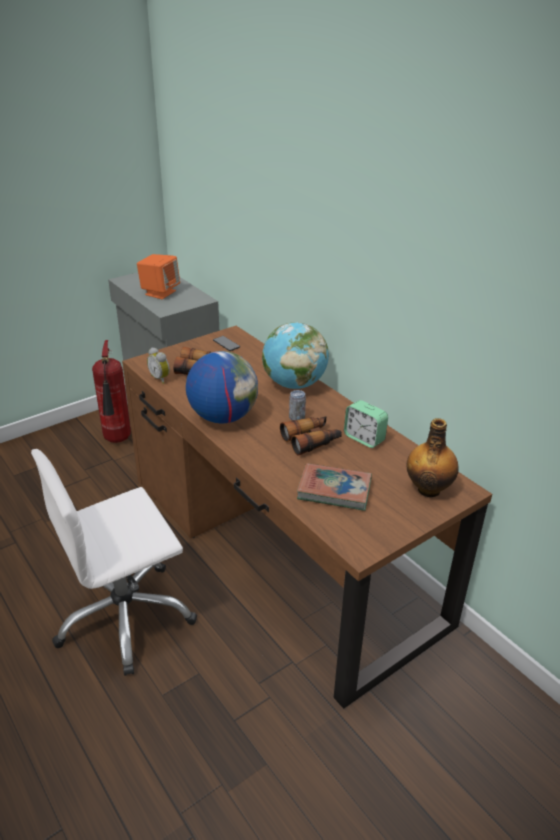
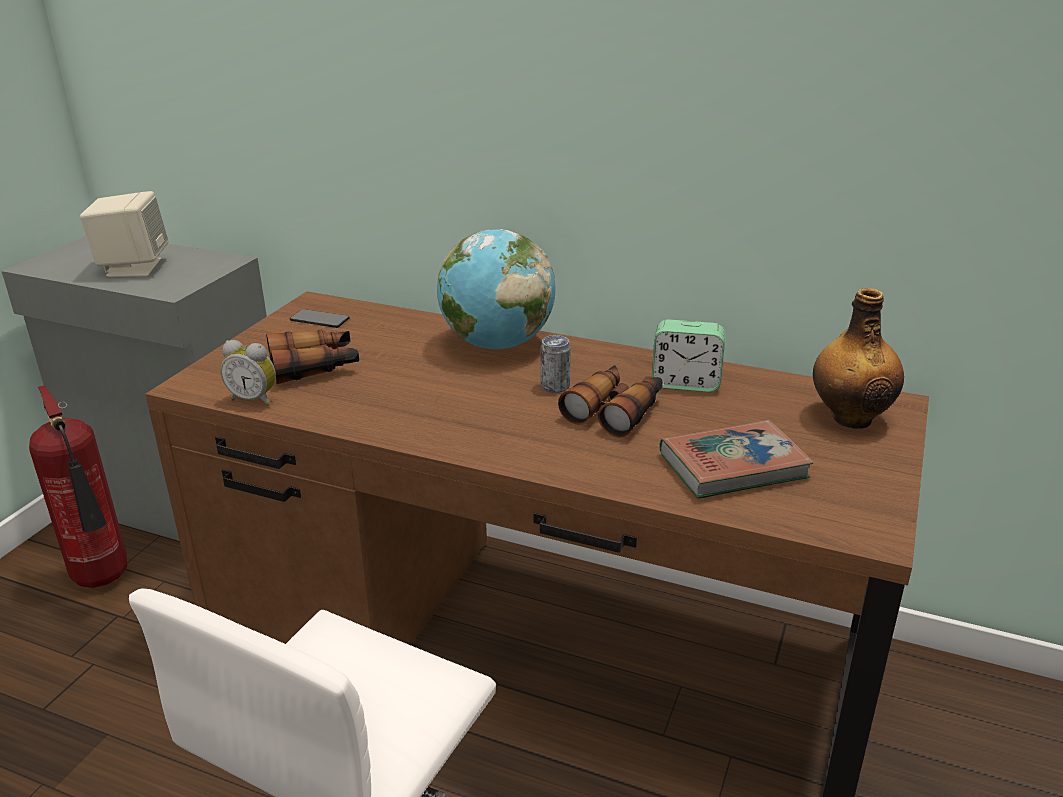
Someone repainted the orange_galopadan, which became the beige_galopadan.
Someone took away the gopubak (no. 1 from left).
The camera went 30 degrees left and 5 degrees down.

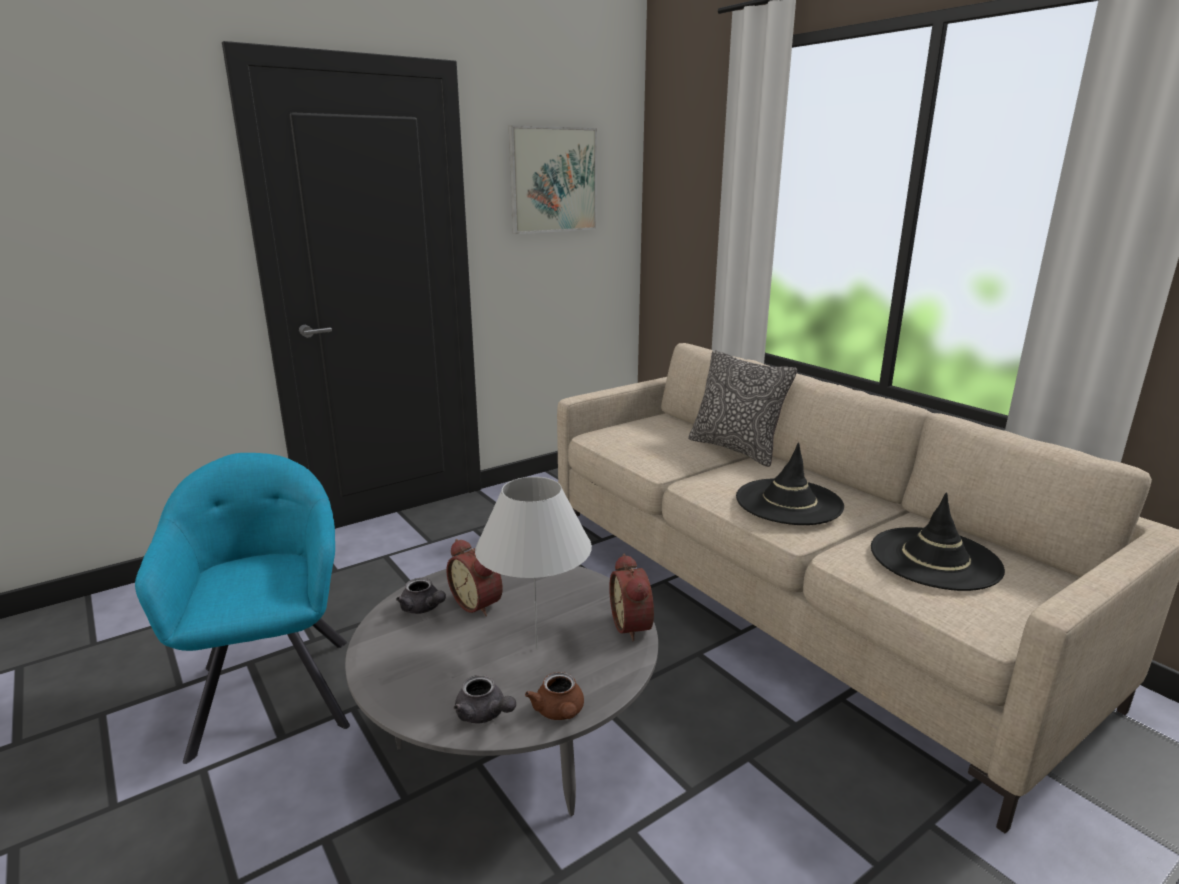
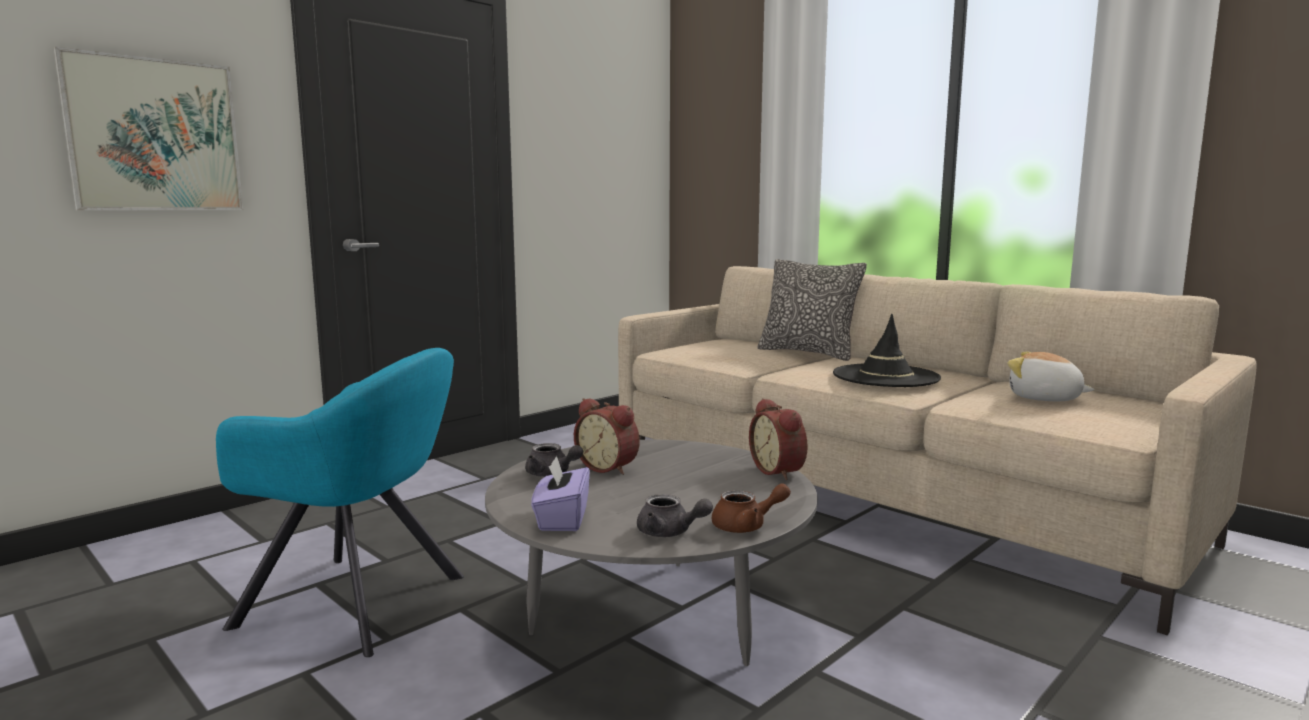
Someone carried the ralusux.
Someone rotated the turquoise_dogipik by 135 degrees clockwise.
Someone put down the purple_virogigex.
Someone rotated the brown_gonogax by 75 degrees counterclockwise.
Someone swapped the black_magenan (no. 2 from left) for the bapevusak.
Someone took away the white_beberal.
The camera went 10 degrees left and 10 degrees down.

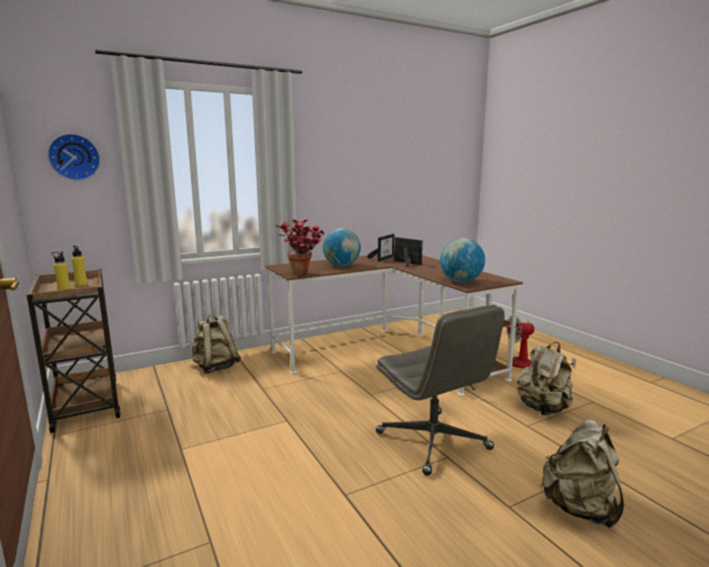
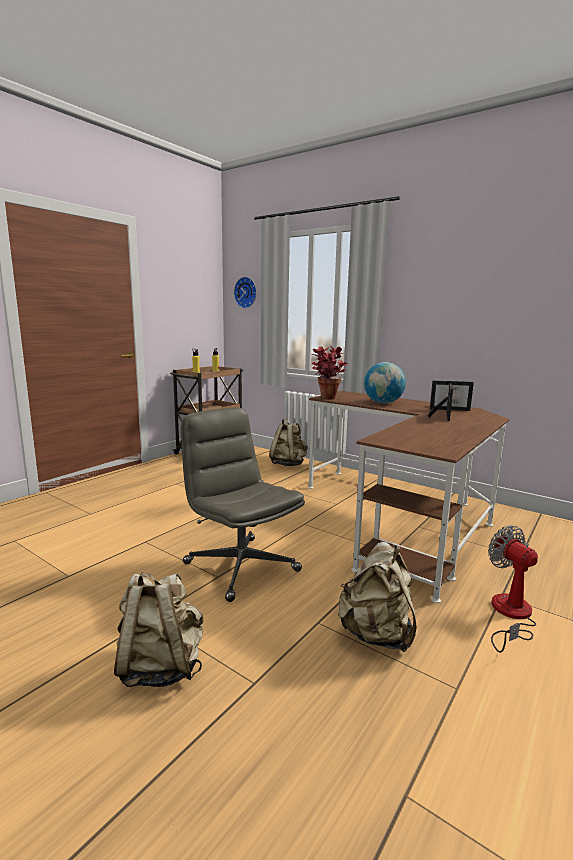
Someone rotated the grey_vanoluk by 105 degrees clockwise.
Someone took away the gopubak (no. 2 from left).
The camera went 65 degrees right and 0 degrees up.

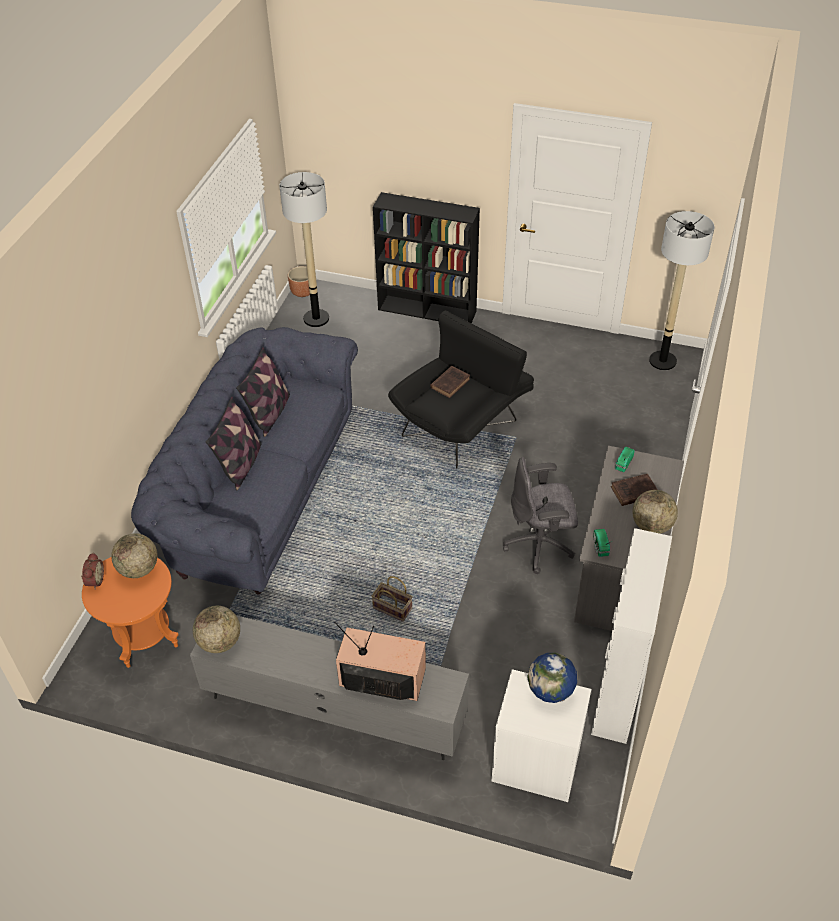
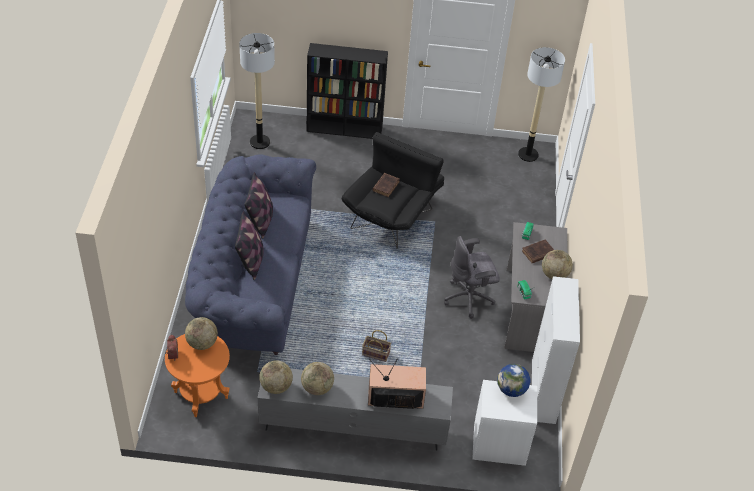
Someone put down the gopubak (no. 3 from left).
Someone took away the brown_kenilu.
The camera went 15 degrees left and 0 degrees up.

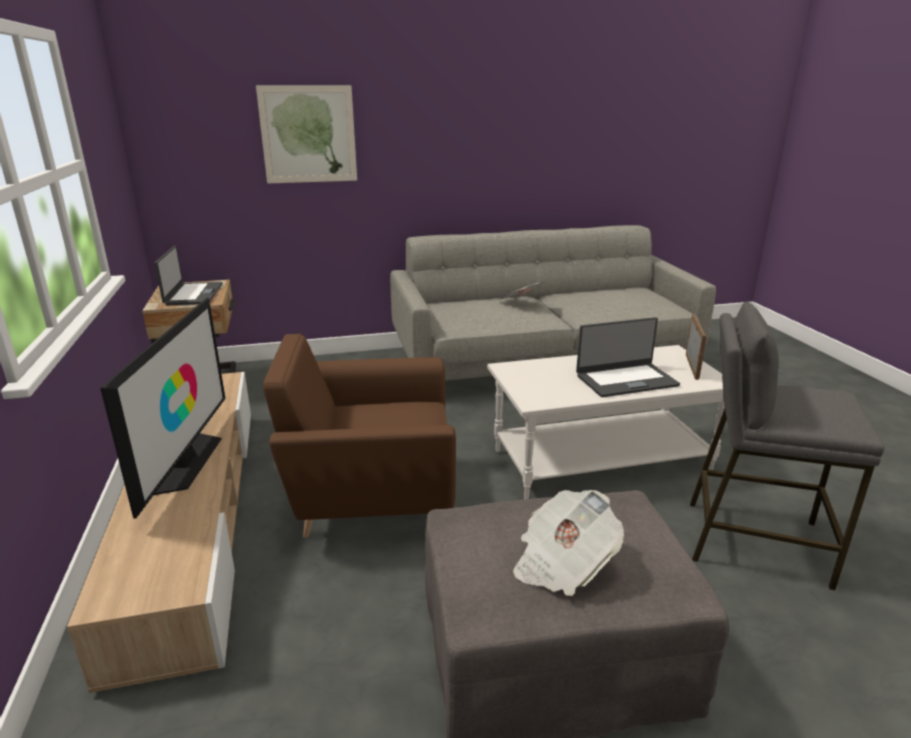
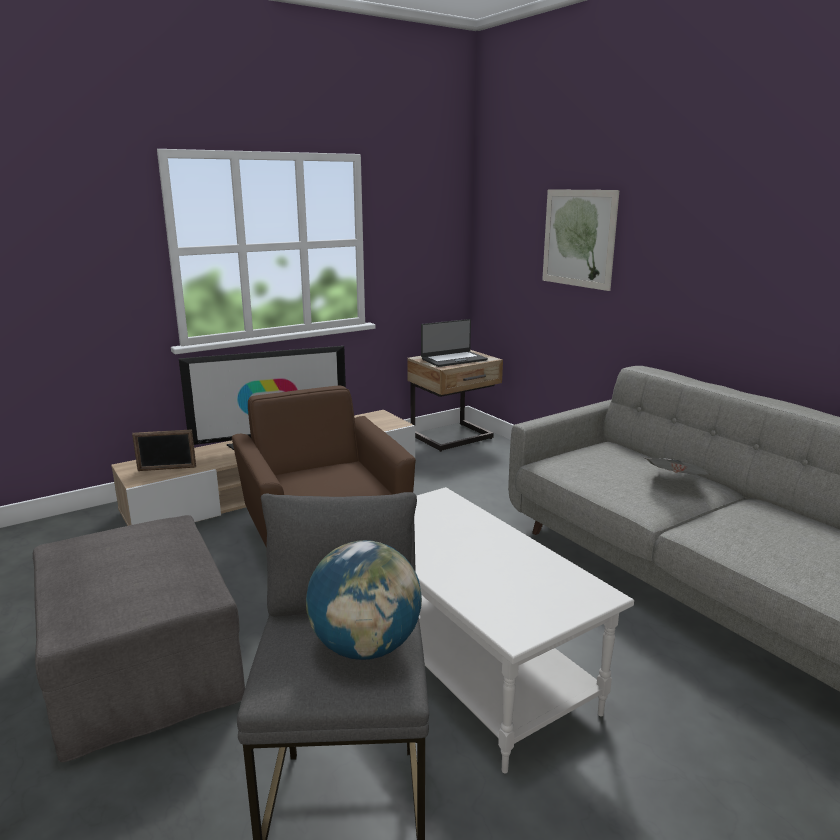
Someone carried the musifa.
Someone put down the gopubak.
Someone took away the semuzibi (no. 2 from left).
Someone took away the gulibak (no. 2 from left).
The camera went 70 degrees right and 5 degrees down.

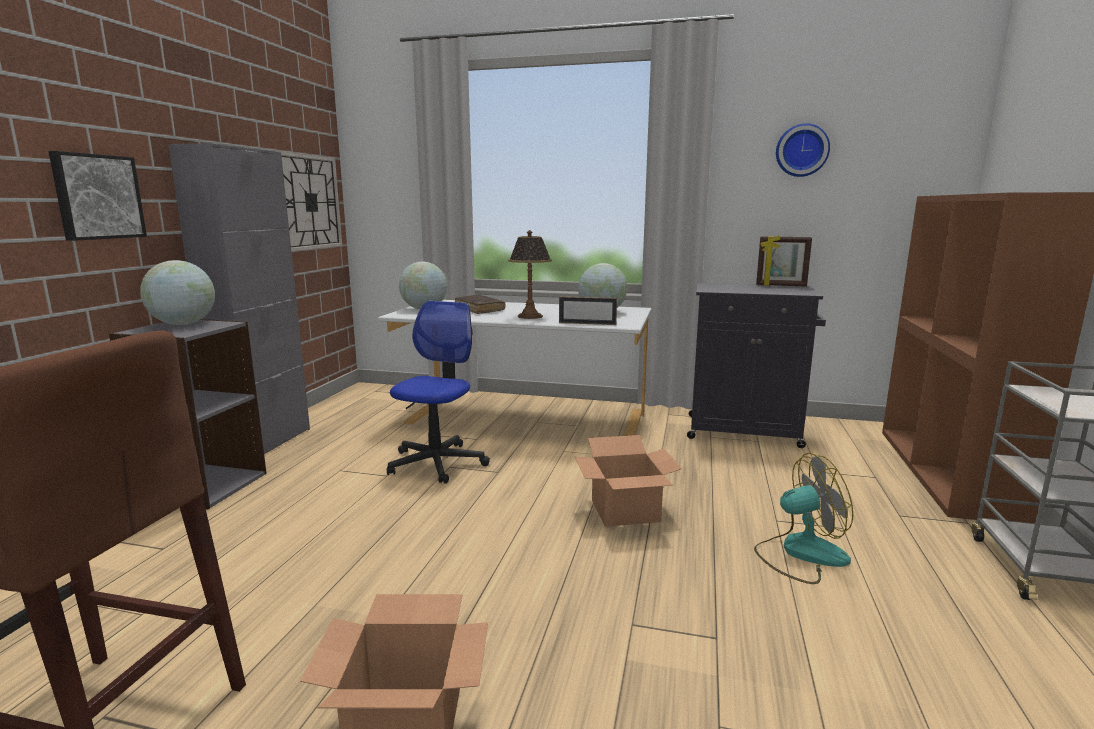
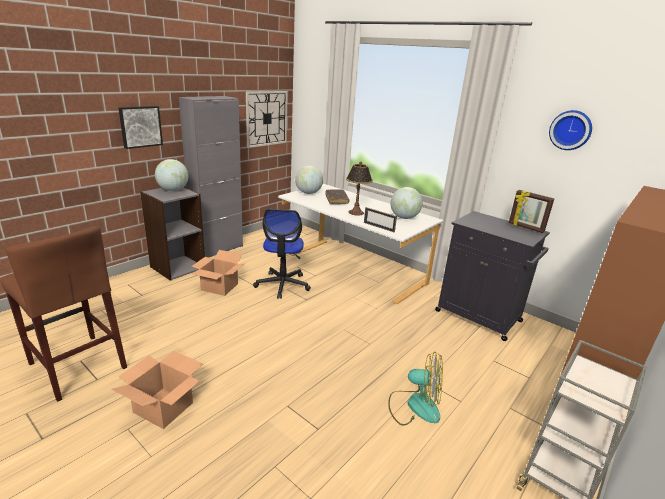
Someone carried the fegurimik (no. 2 from left).
Someone rotated the vanoluk by 135 degrees clockwise.
The camera went 25 degrees right and 10 degrees up.

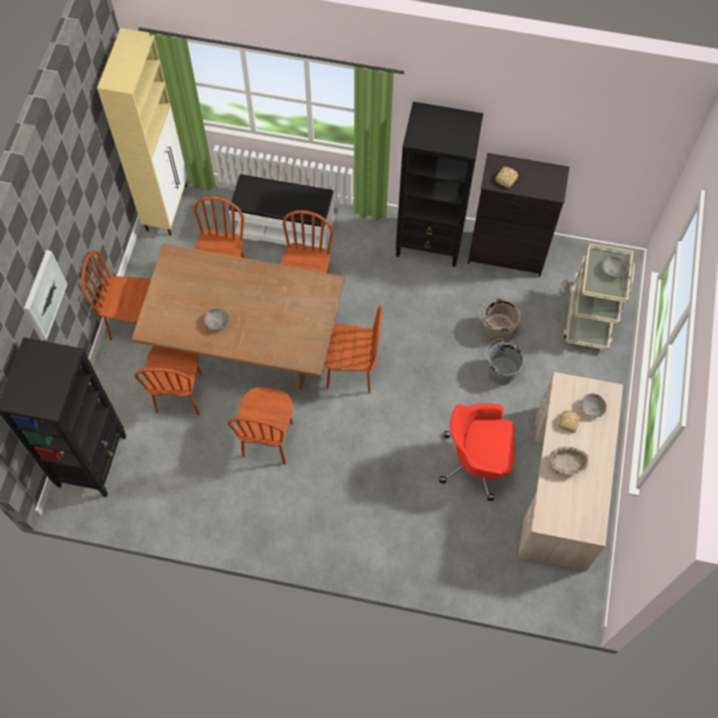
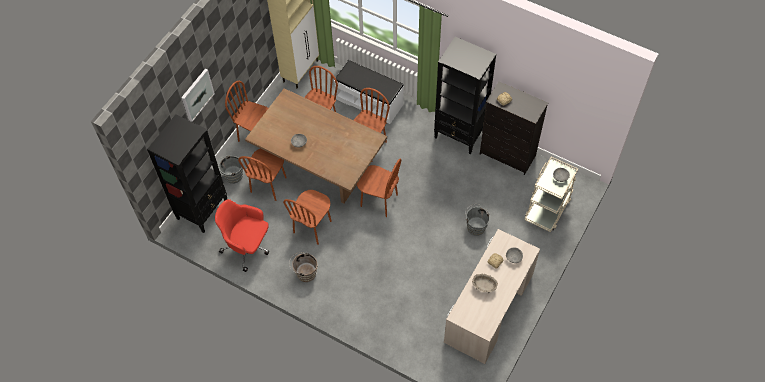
Someone carried the red_vanoluk.
Someone put down the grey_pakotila (no. 1 from left).
Someone carried the brown_pakotila.
The camera went 20 degrees right and 5 degrees down.

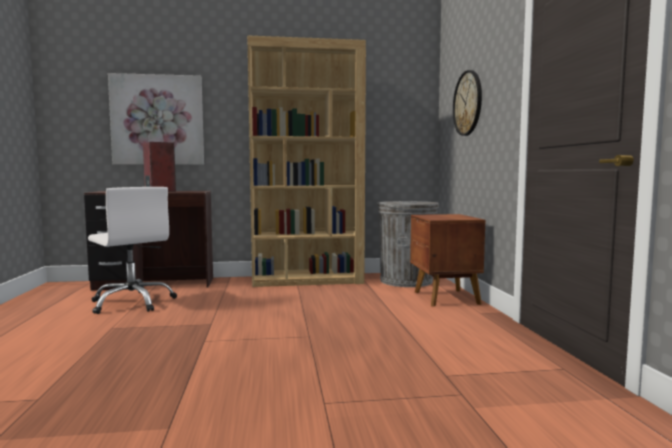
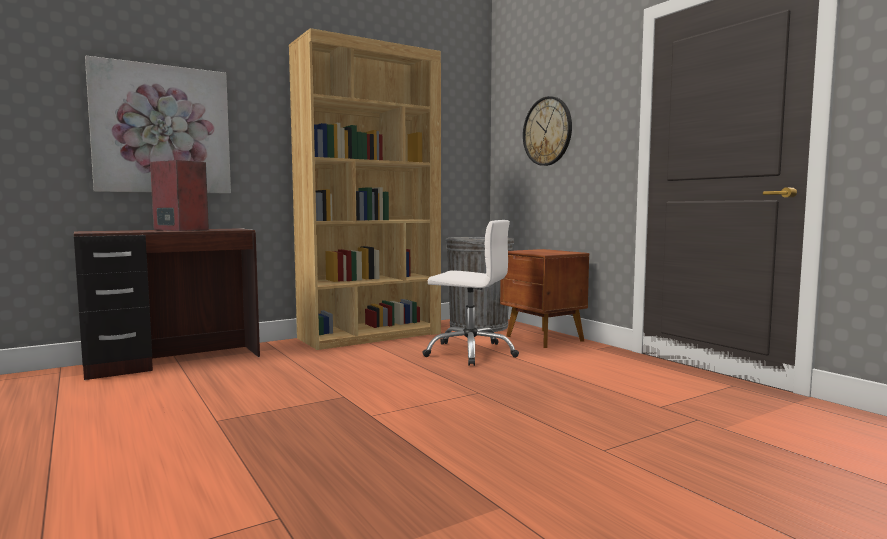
Someone carried the white_vanoluk.
The camera went 25 degrees left and 0 degrees up.

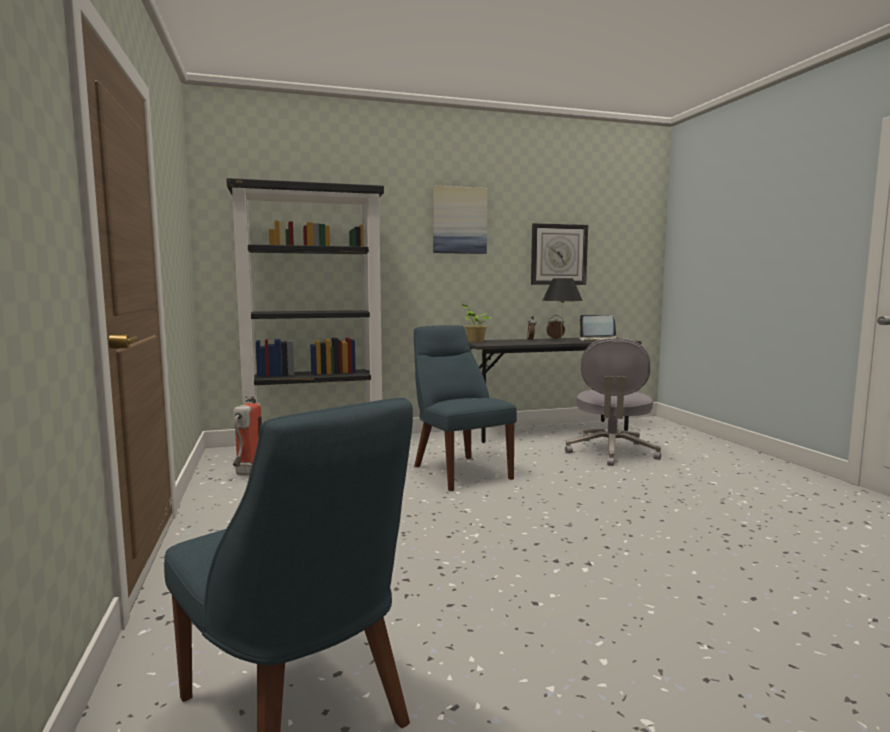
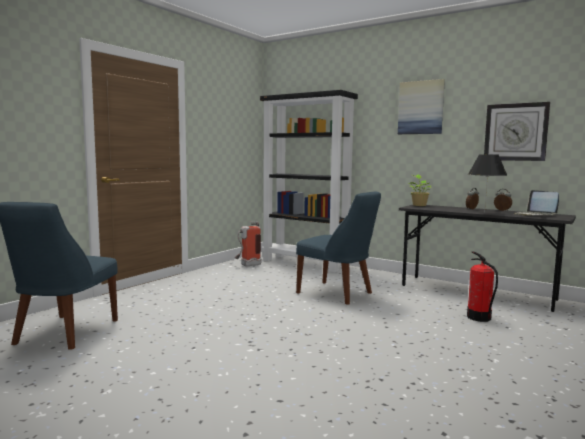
Someone rotated the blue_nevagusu (no. 2 from left) by 105 degrees clockwise.
Someone swapped the grey_vanoluk for the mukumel (no. 2 from left).
The camera went 50 degrees right and 0 degrees up.

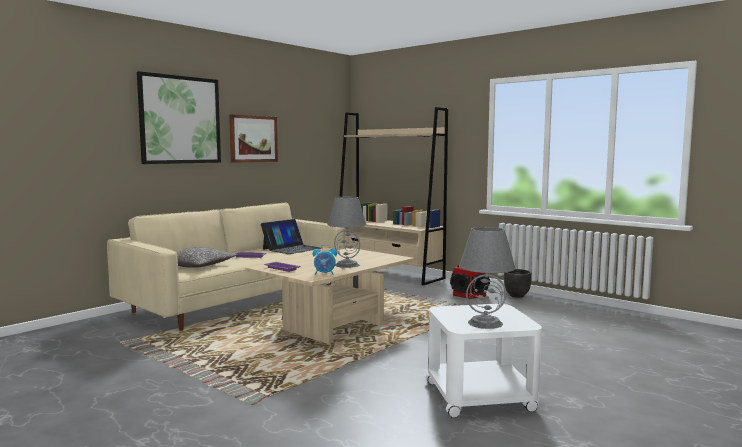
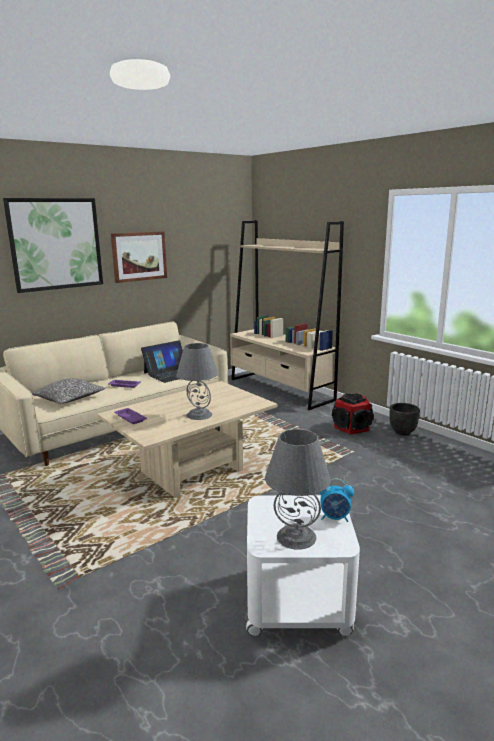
Someone carried the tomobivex.
The camera went 10 degrees right and 10 degrees up.

